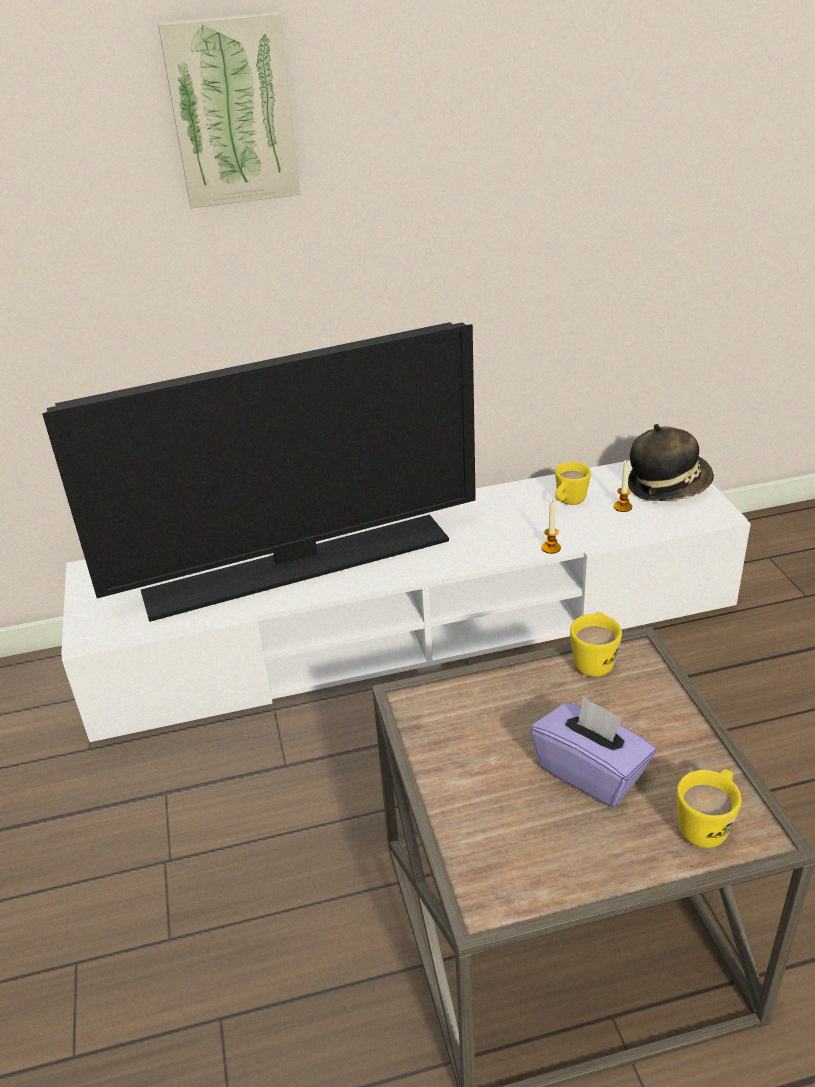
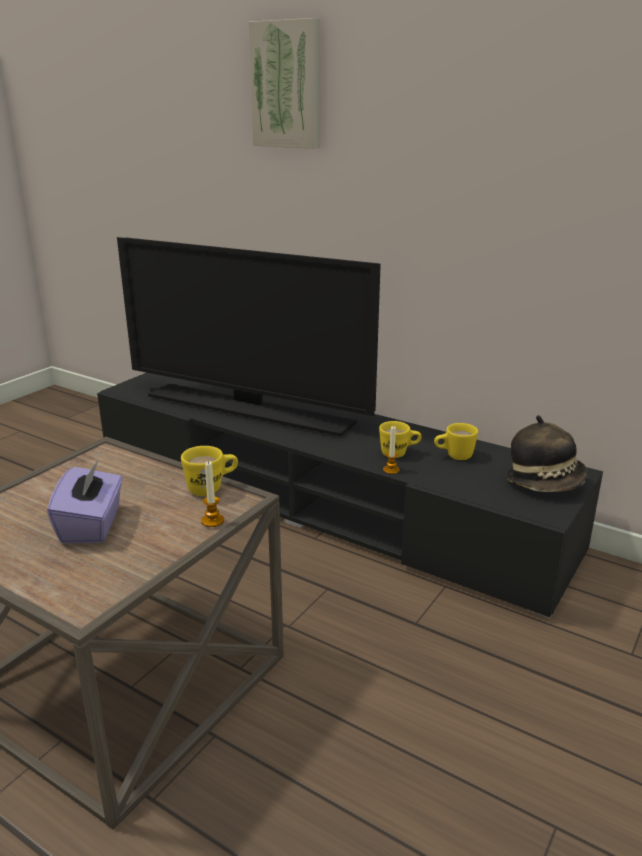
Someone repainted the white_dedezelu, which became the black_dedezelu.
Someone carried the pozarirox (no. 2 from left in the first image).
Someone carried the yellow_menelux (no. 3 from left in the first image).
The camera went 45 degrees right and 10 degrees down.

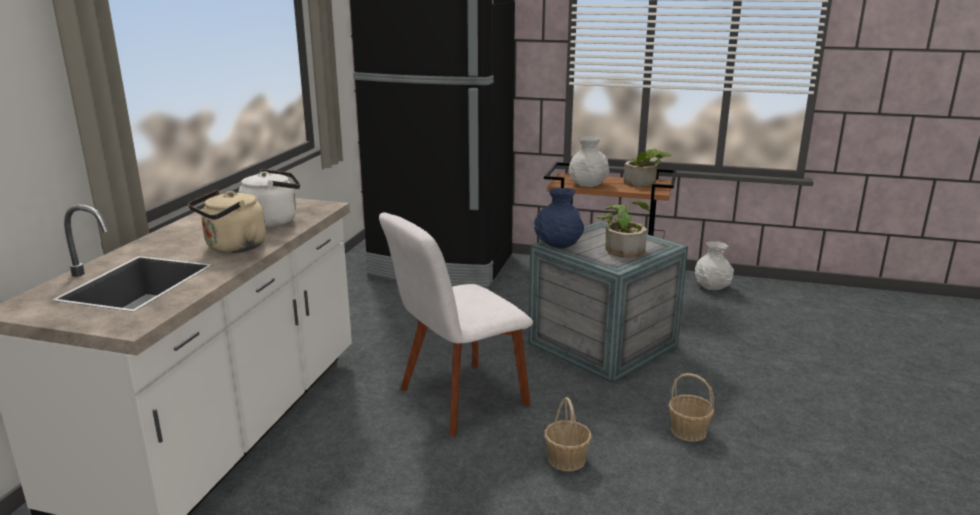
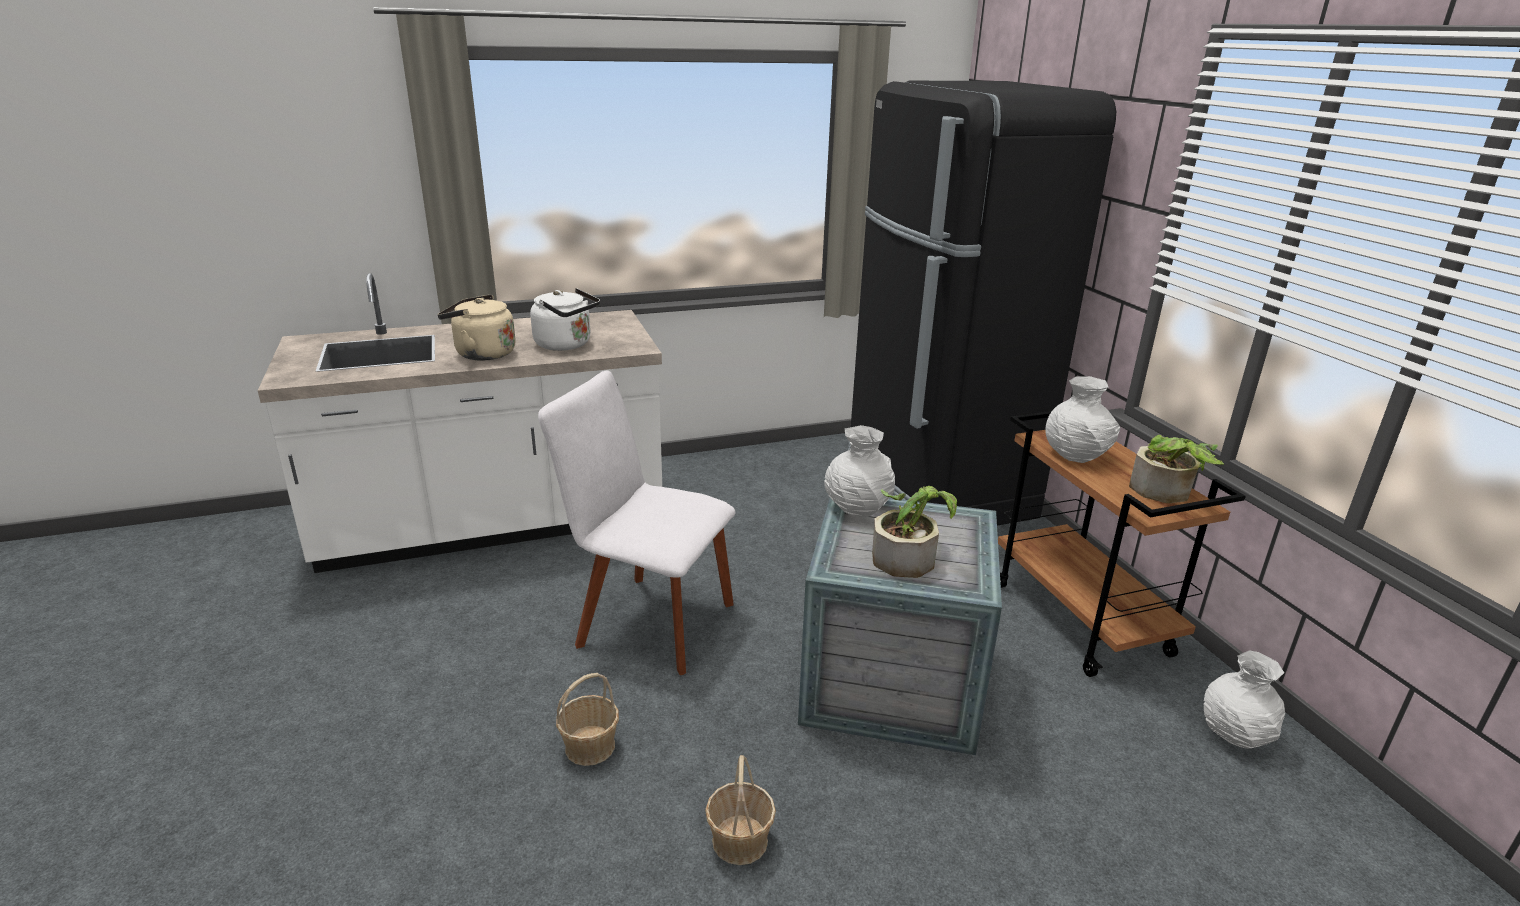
Someone repainted the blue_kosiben, which became the white_kosiben (no. 1 from left).
The camera went 55 degrees right and 5 degrees up.

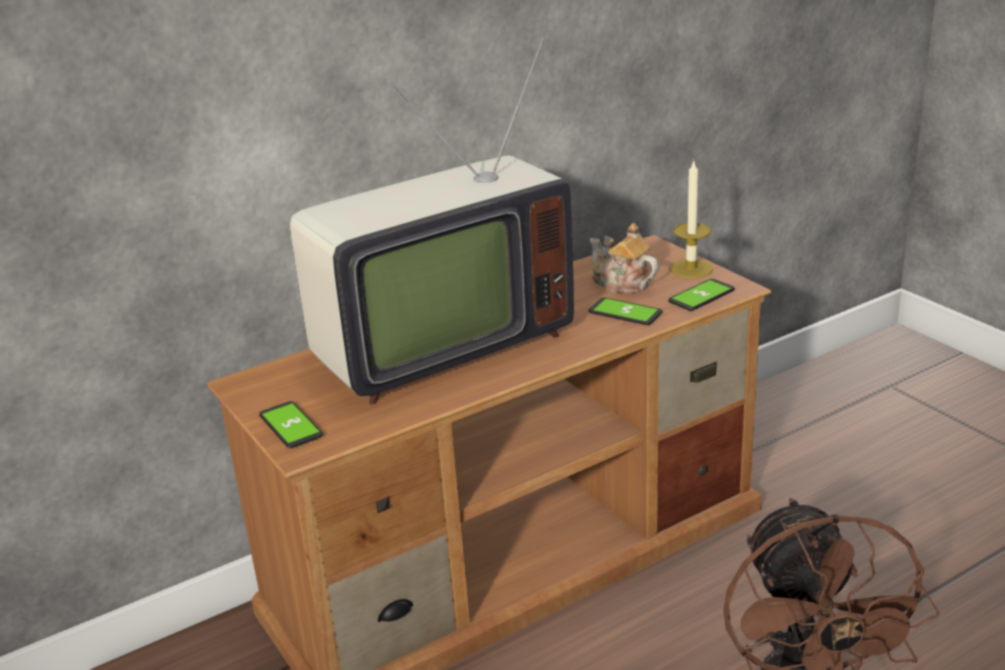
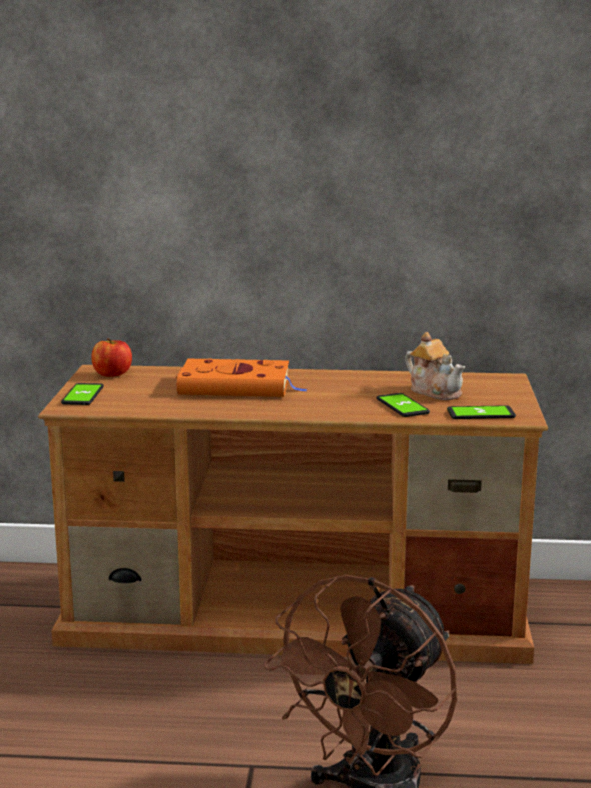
Someone put down the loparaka.
Someone swapped the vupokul for the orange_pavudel.
Someone rotated the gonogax by 150 degrees clockwise.
Someone took away the pozarirox.
The camera went 35 degrees right and 10 degrees down.

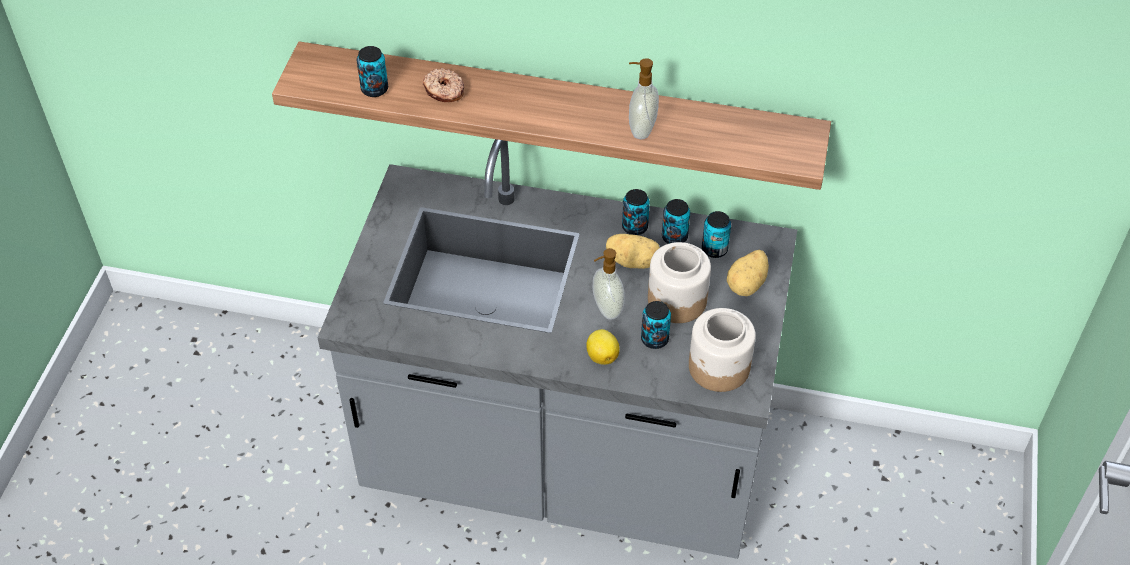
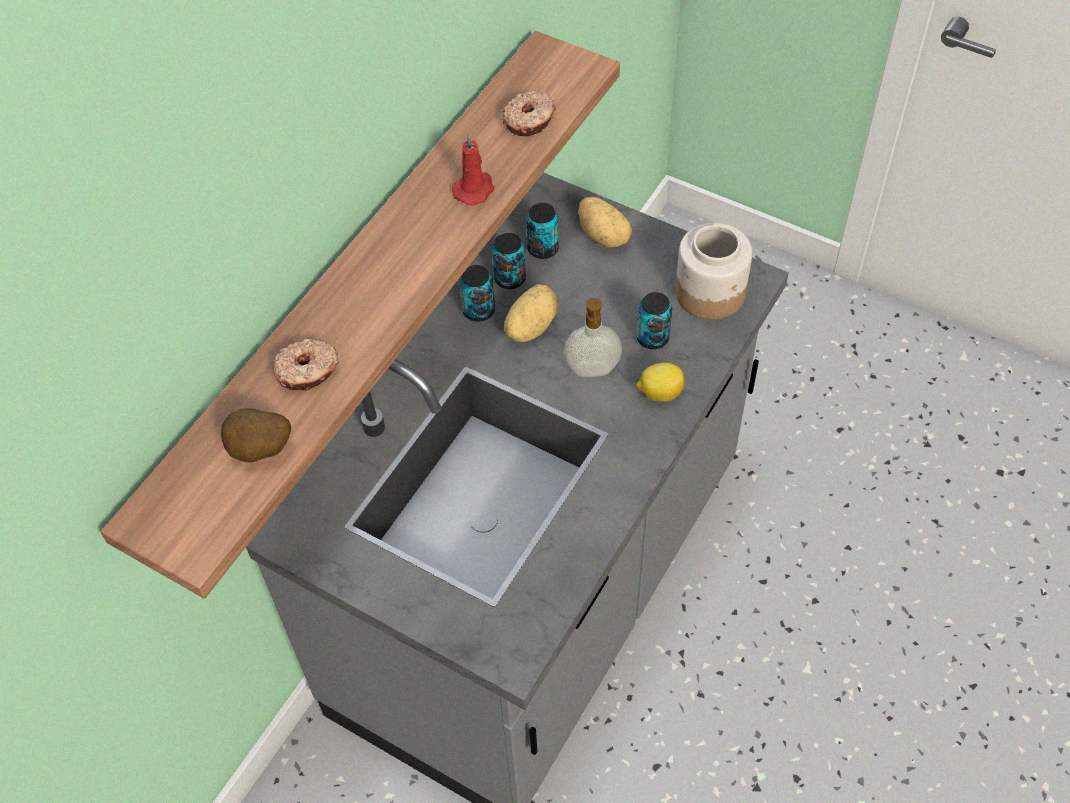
Someone swapped the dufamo (no. 1 from left) for the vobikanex (no. 1 from left).
Someone swapped the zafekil (no. 2 from left) for the red_pozarirox.
Someone put down the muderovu (no. 2 from left).
Someone took away the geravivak (no. 1 from left).
The camera went 70 degrees left and 5 degrees up.

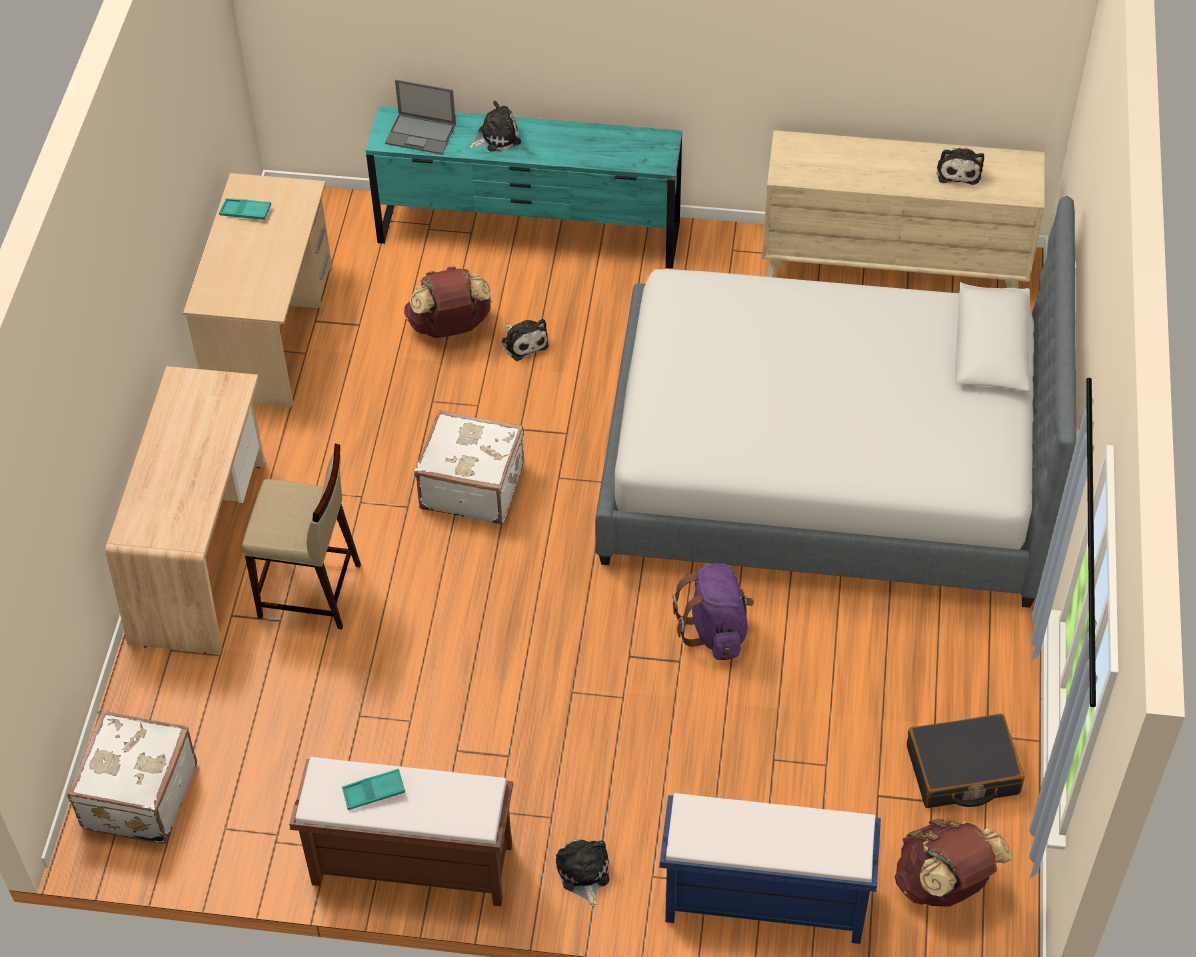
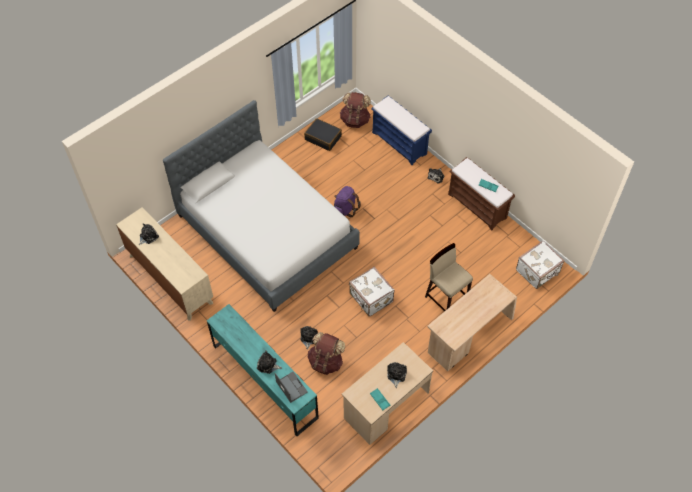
Someone put down the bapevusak (no. 4 from left).
The camera went 140 degrees left and 5 degrees up.

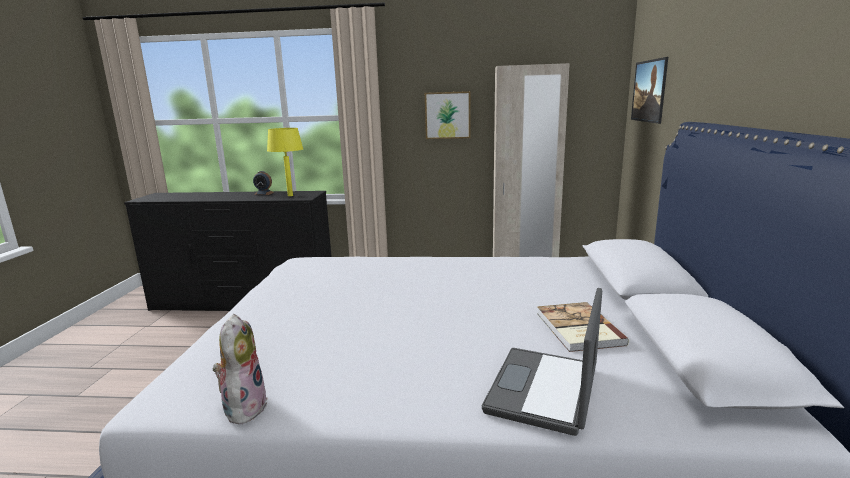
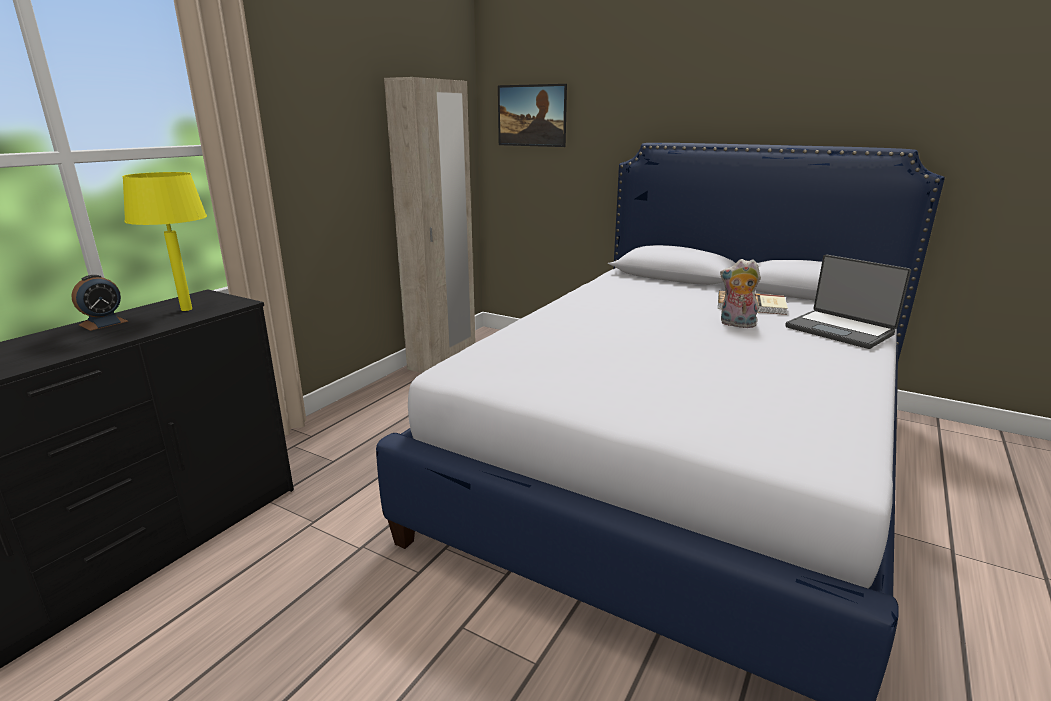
Someone carried the bapevusak.
Someone took away the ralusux (no. 1 from left).
The camera went 65 degrees left and 5 degrees up.

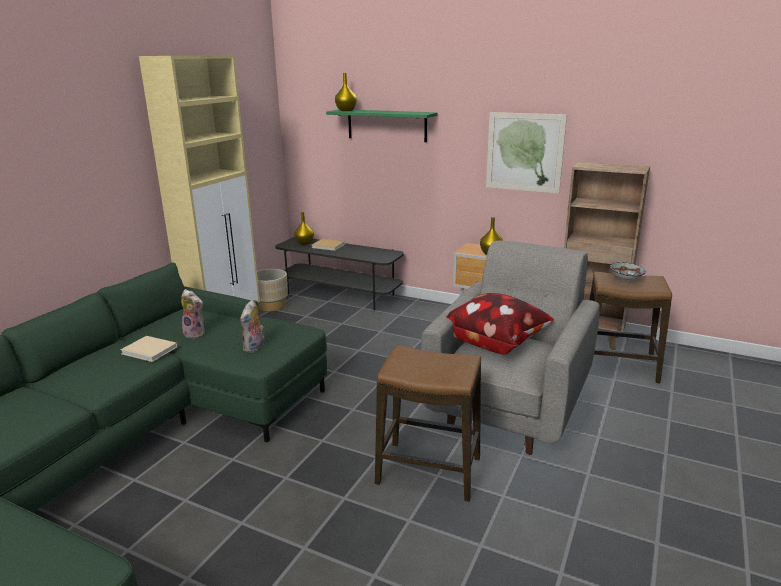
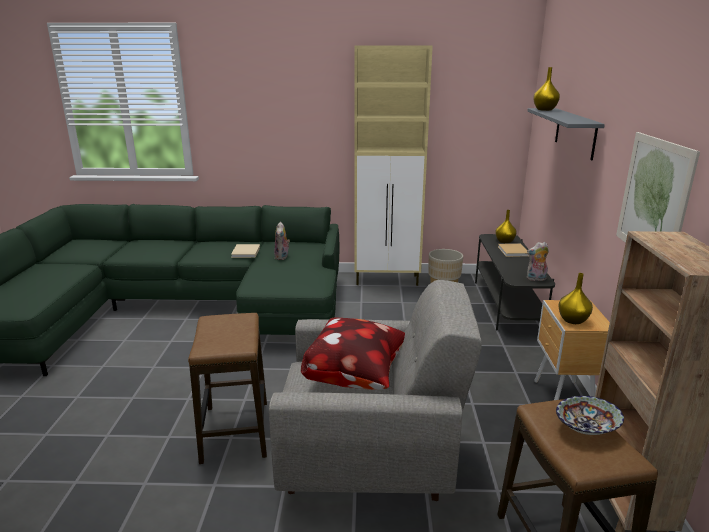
Someone repainted the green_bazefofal, which became the grey_bazefofal.
Someone carried the bapevusak (no. 2 from left).
The camera went 65 degrees right and 0 degrees up.

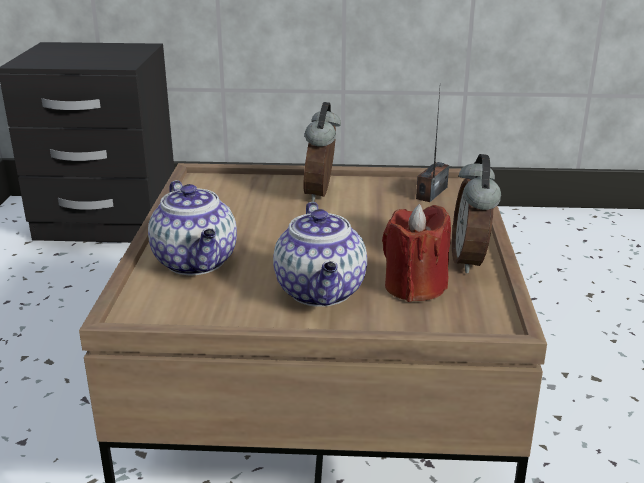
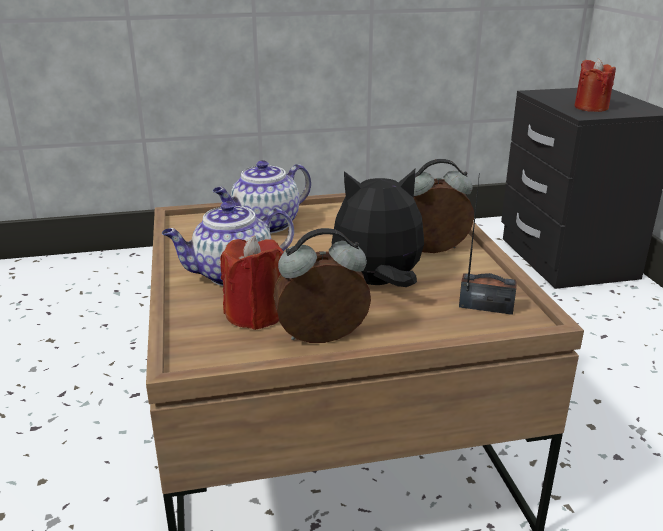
Someone put down the bapevusak.
Someone put down the red_pozarirox (no. 2 from left).
The camera went 75 degrees right and 0 degrees up.

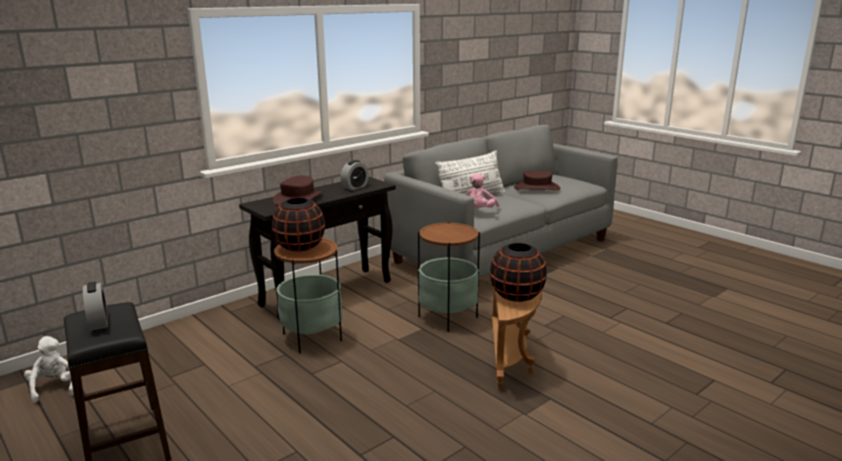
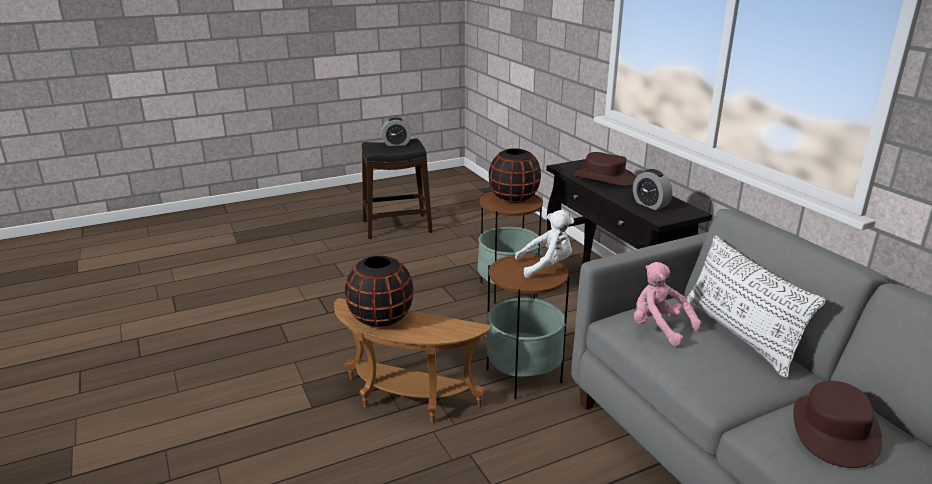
Someone carried the white_bapevusak.
The camera went 105 degrees right and 5 degrees up.

